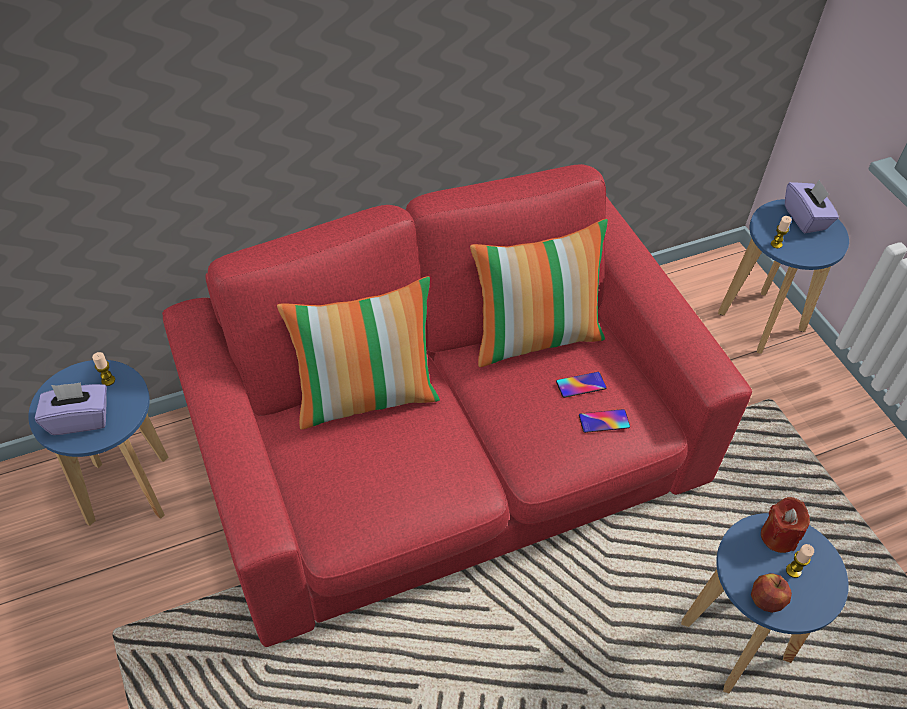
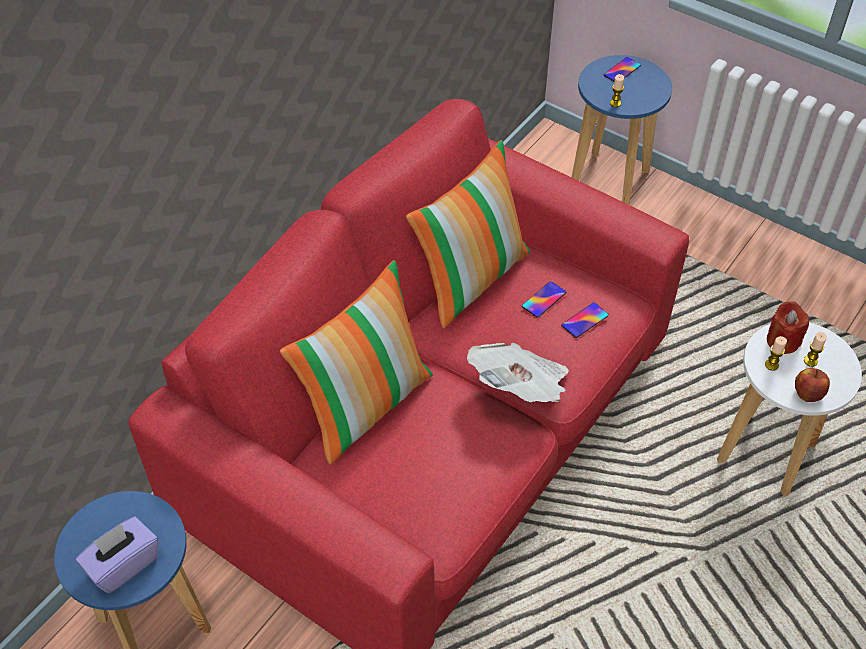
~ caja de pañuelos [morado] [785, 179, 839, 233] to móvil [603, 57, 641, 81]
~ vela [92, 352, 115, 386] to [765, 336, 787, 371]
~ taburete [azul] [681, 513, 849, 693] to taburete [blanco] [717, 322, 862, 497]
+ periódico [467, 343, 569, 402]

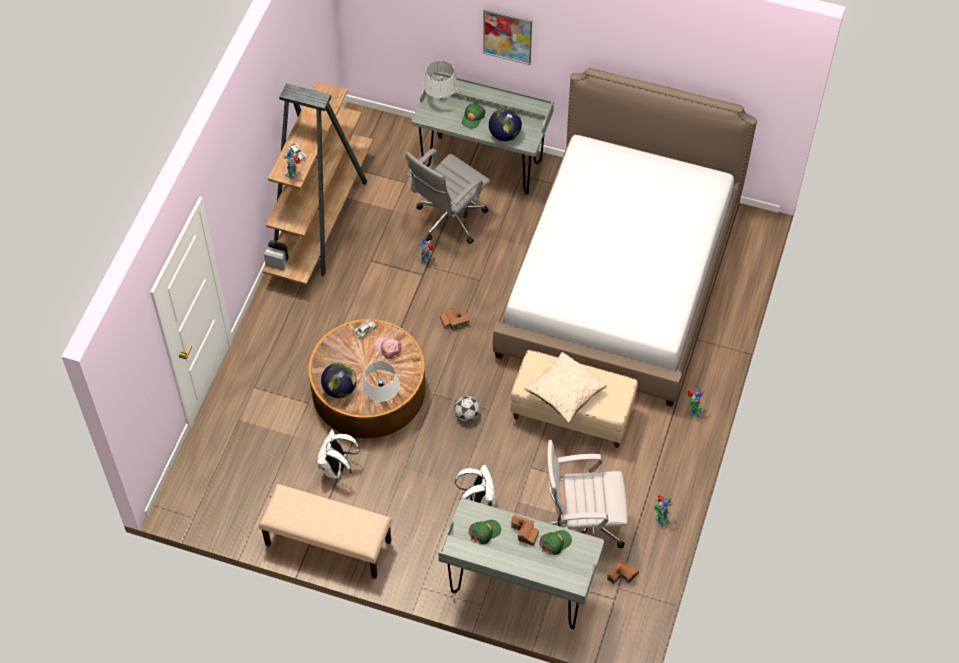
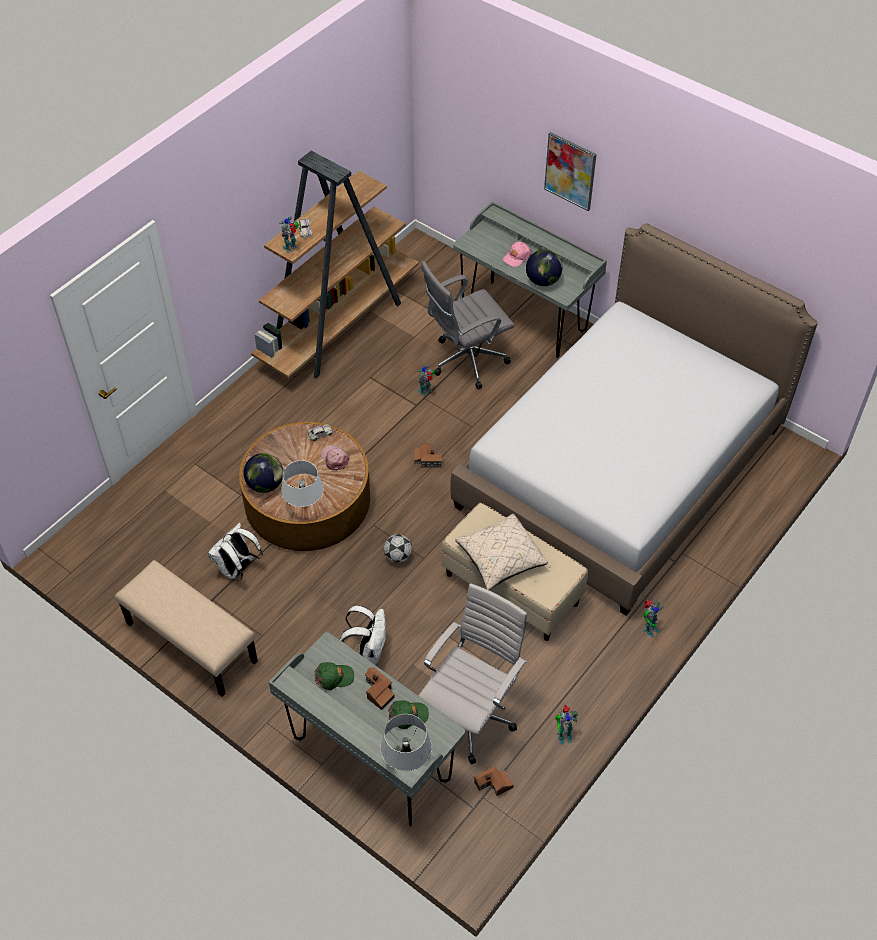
~ lámpara de mesa [gris] [423, 60, 458, 98] to [380, 714, 432, 771]
~ gorra [verde] [462, 104, 486, 129] to gorra [rosa] [503, 241, 532, 267]
~ silla de oficina [blanco] [547, 440, 628, 548] = [419, 583, 527, 765] 105 degrees clockwise

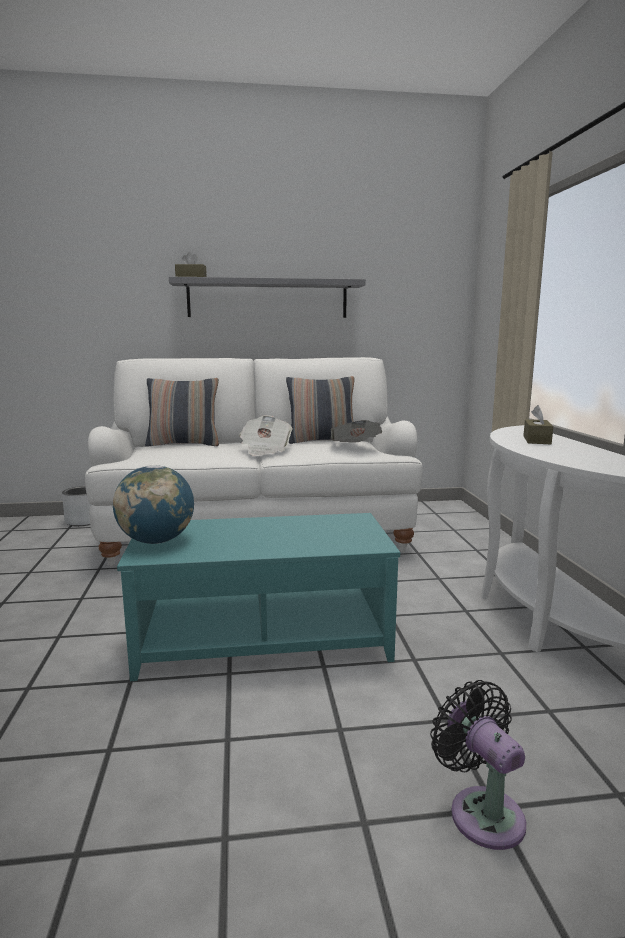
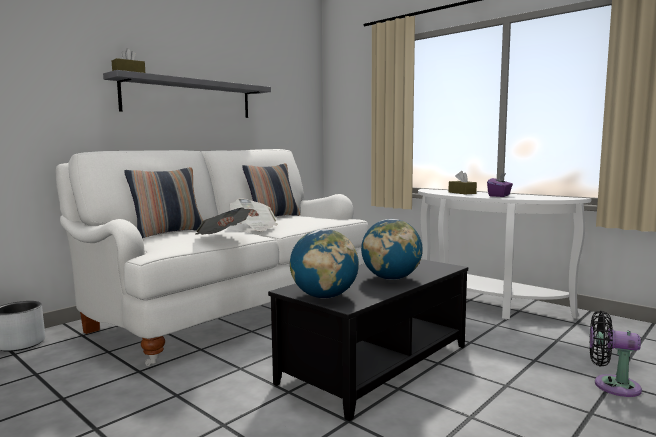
~ periódico [331, 420, 382, 443] to [195, 208, 250, 235]
~ mesa de centro [turquesa] [117, 513, 400, 681] to mesa de centro [negro] [268, 259, 468, 421]
+ caja de pañuelos [morado] [487, 173, 513, 197]
+ globo terráqueo [361, 219, 423, 280]

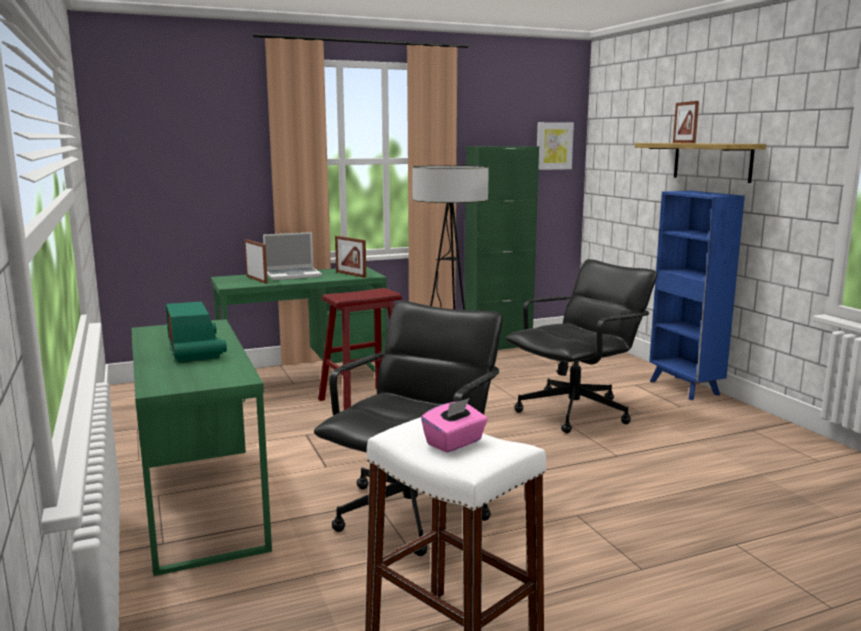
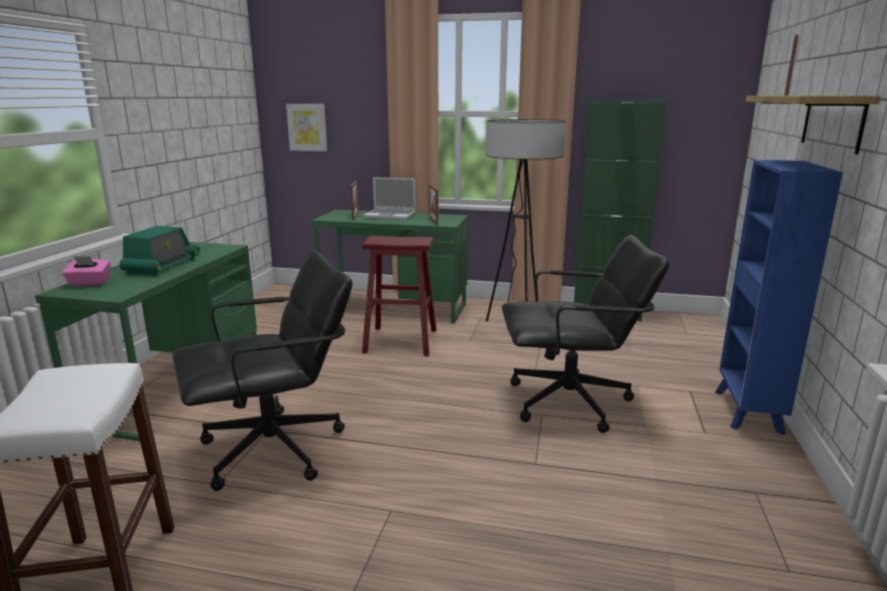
~ cuadro [537, 122, 574, 170] to [286, 104, 327, 151]
~ caja de pañuelos [rosa] [421, 398, 488, 453] to [62, 256, 111, 286]

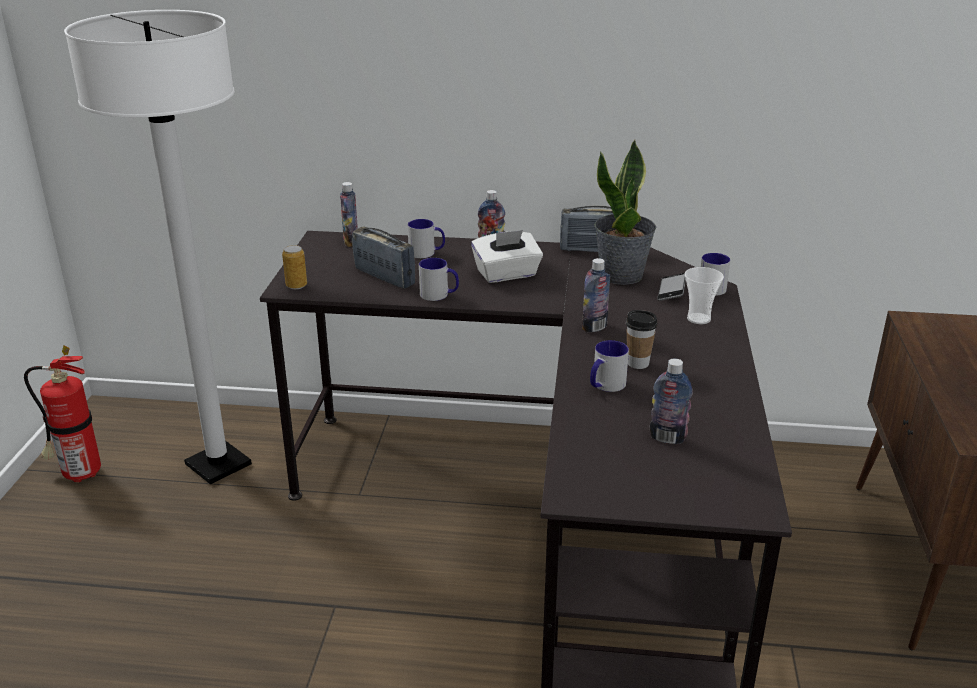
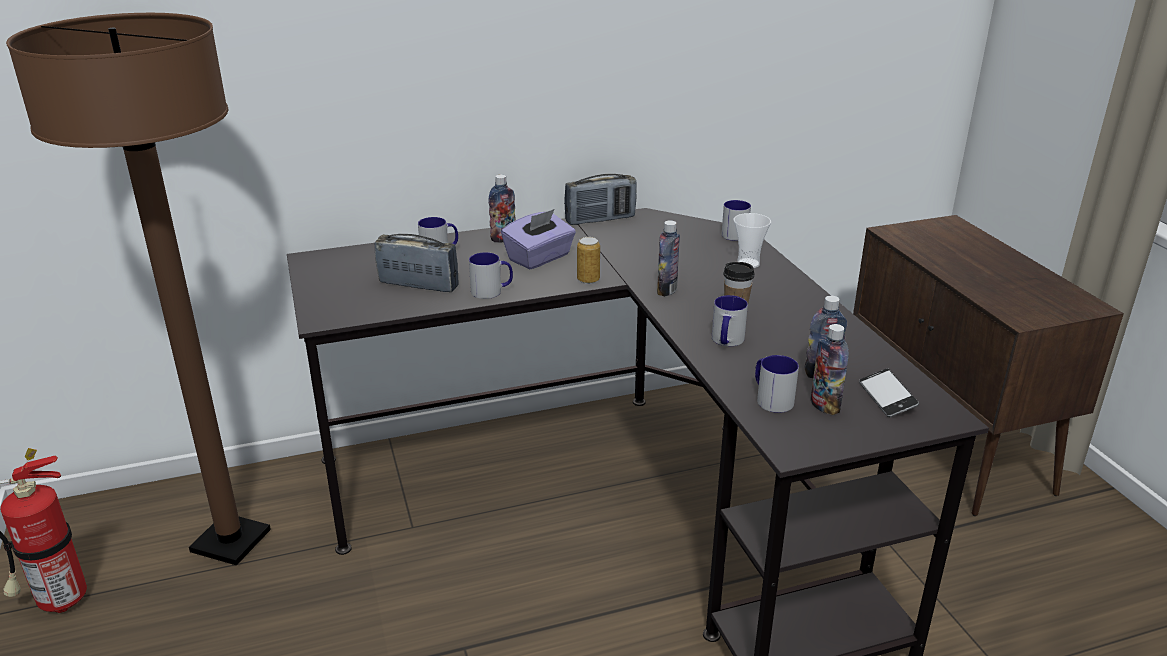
~ lámpara de pie [blanco] [64, 10, 252, 484] to lámpara de pie [marrón] [6, 13, 271, 565]
- planta en maceta [595, 140, 656, 285]
~ botella [340, 182, 358, 247] to [810, 324, 849, 415]
~ caja de pañuelos [blanco] [471, 230, 543, 283] to caja de pañuelos [morado] [501, 209, 576, 269]
~ lata [282, 245, 307, 289] to [577, 237, 600, 284]
~ móvil [657, 273, 686, 301] to [859, 369, 919, 417]
+ taza grande [755, 355, 799, 413]

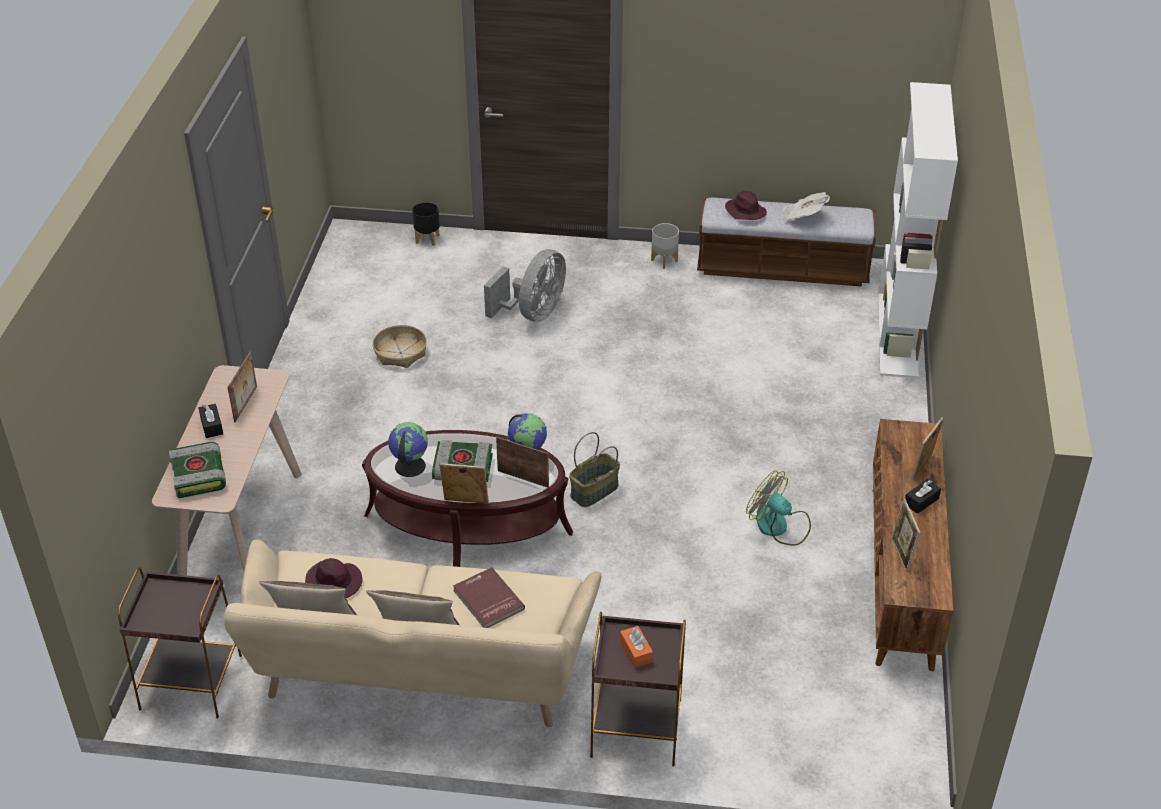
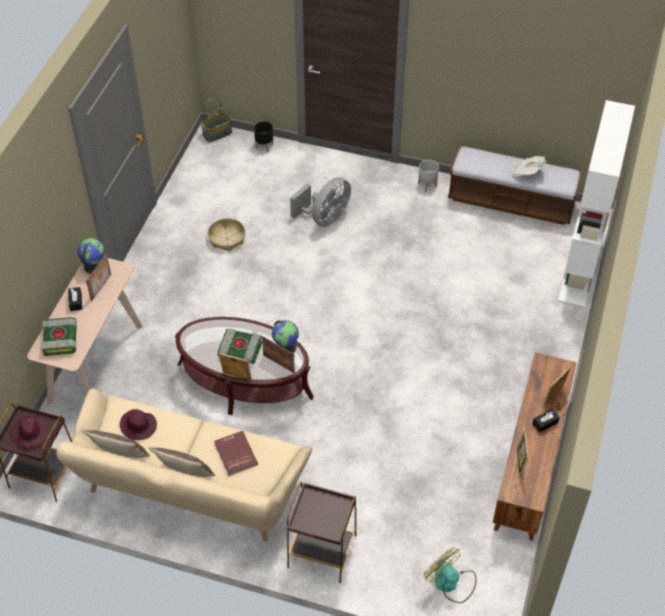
~ sombrero [morado] [725, 191, 767, 220] to [11, 415, 48, 447]
~ globo terráqueo [388, 422, 428, 477] to [78, 238, 104, 274]
~ cesta [569, 432, 620, 507] to [201, 98, 232, 142]
~ ventilador [746, 470, 811, 546] to [424, 547, 476, 603]
- caja de pañuelos [naranja] [620, 626, 653, 668]

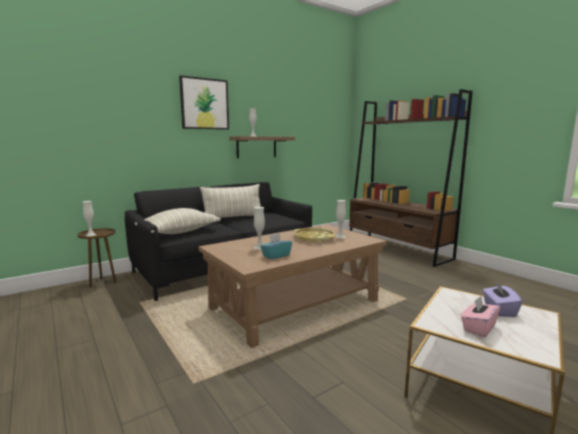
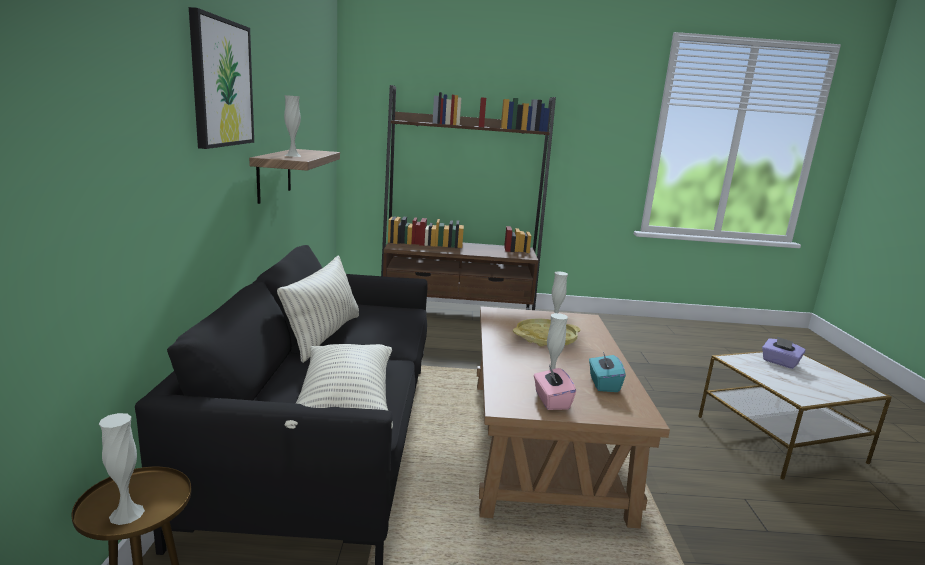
~ caja de pañuelos [rosa] [461, 296, 500, 337] to [534, 365, 576, 410]

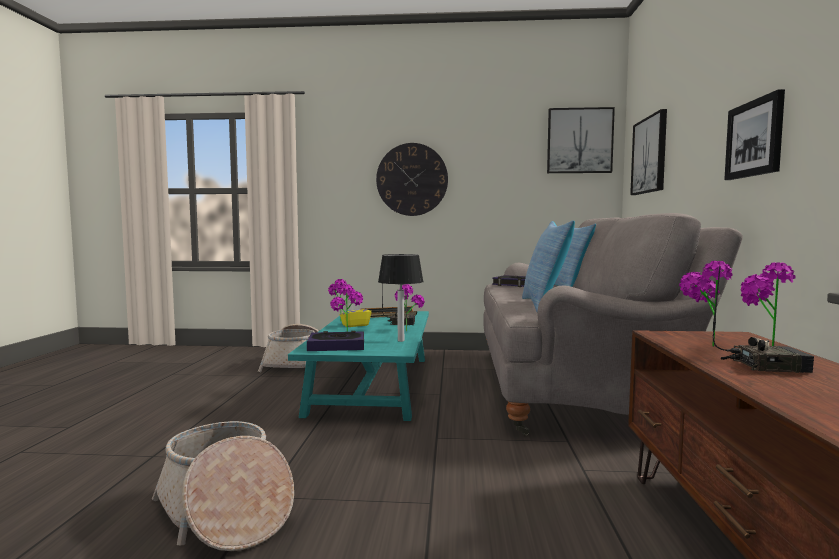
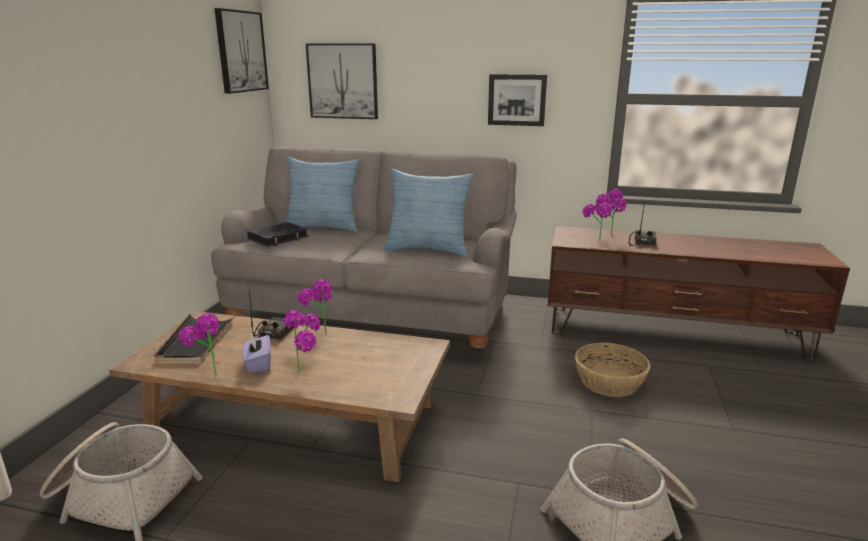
- reloj de pared [376, 143, 448, 216]
- lámpara de mesa [378, 254, 424, 342]
~ caja de pañuelos [amarillo] [340, 303, 371, 327] to caja de pañuelos [morado] [242, 333, 271, 374]
~ mesa de centro [turquesa] [288, 310, 429, 421] to mesa de centro [marrón] [109, 311, 450, 482]
- libro [307, 331, 364, 351]
+ cesta [575, 343, 651, 397]

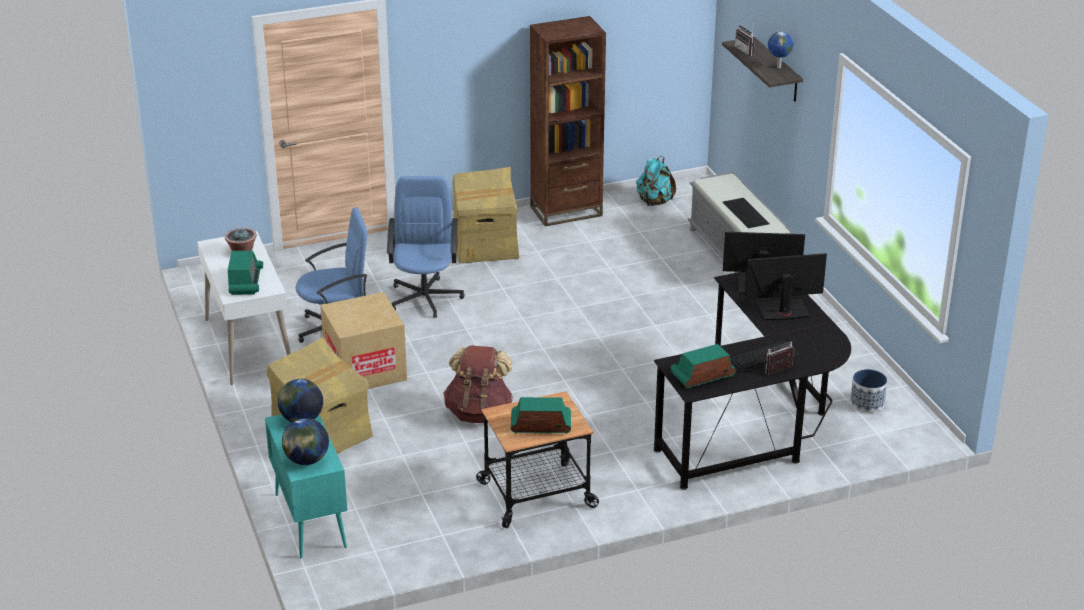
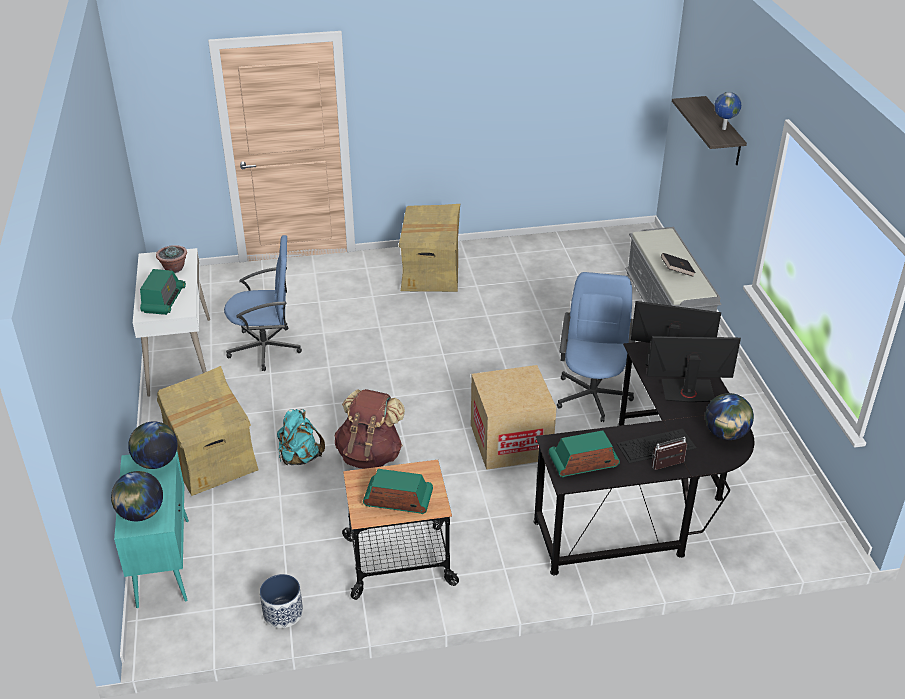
- estantería [marrón] [530, 16, 606, 226]
- radio [735, 25, 755, 56]
~ mochila [turquesa] [636, 156, 676, 206] to [277, 409, 325, 466]
~ silla de oficina [azul] [387, 176, 464, 318] to [557, 272, 635, 422]
~ teclado [723, 198, 770, 228] to libro [negro] [661, 253, 696, 276]
~ caja de cartón [320, 292, 407, 389] to [471, 365, 557, 470]
~ maceta [850, 369, 887, 413] to [260, 574, 303, 628]
+ globo terráqueo [705, 393, 754, 440]

